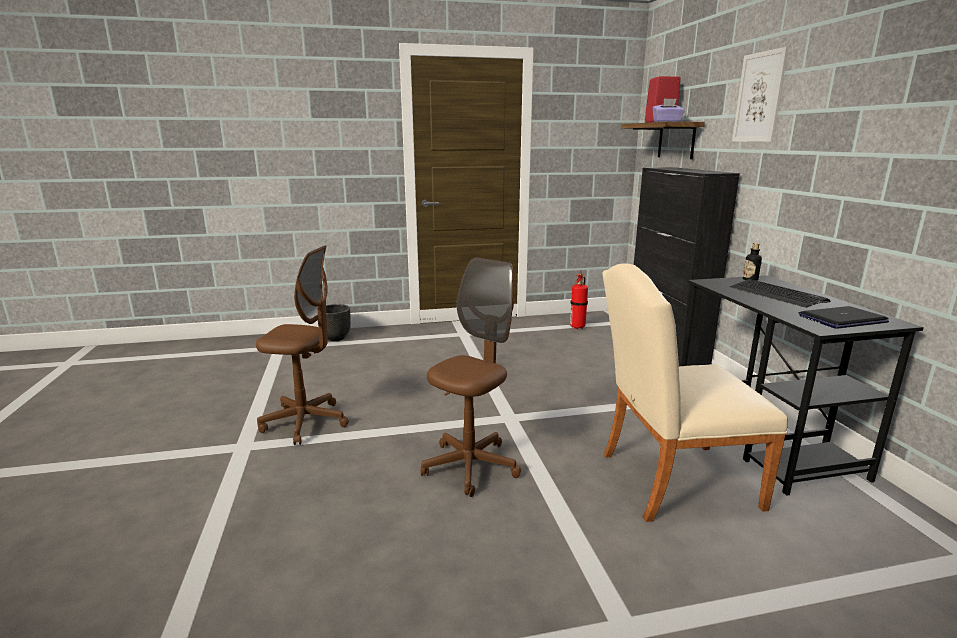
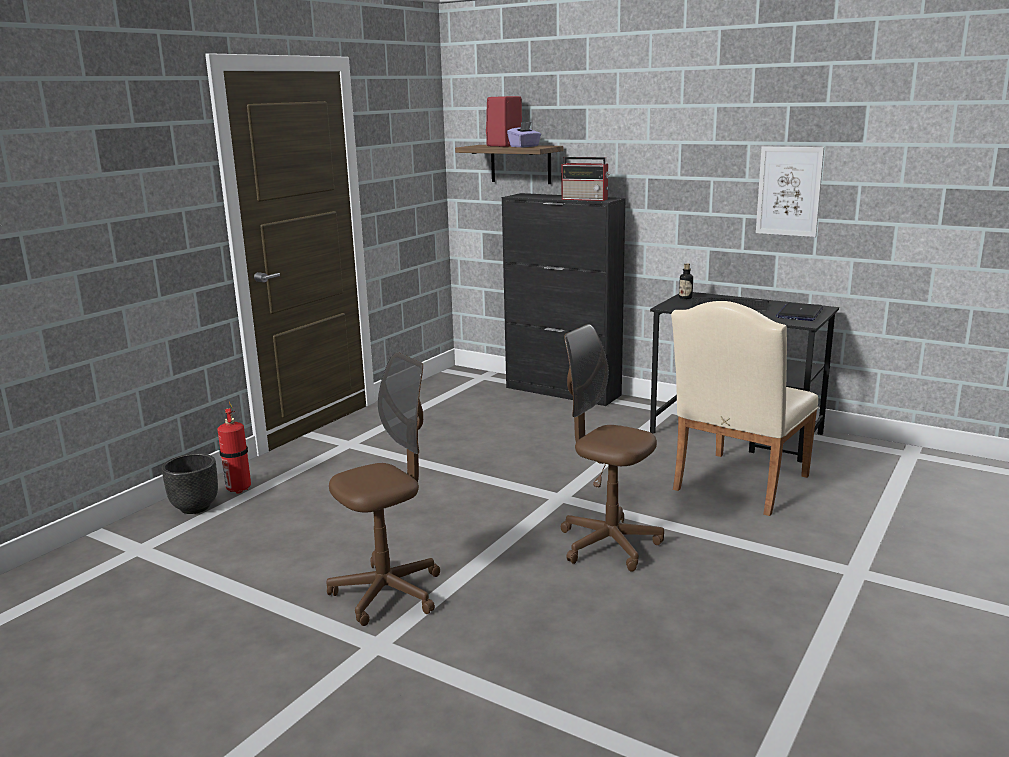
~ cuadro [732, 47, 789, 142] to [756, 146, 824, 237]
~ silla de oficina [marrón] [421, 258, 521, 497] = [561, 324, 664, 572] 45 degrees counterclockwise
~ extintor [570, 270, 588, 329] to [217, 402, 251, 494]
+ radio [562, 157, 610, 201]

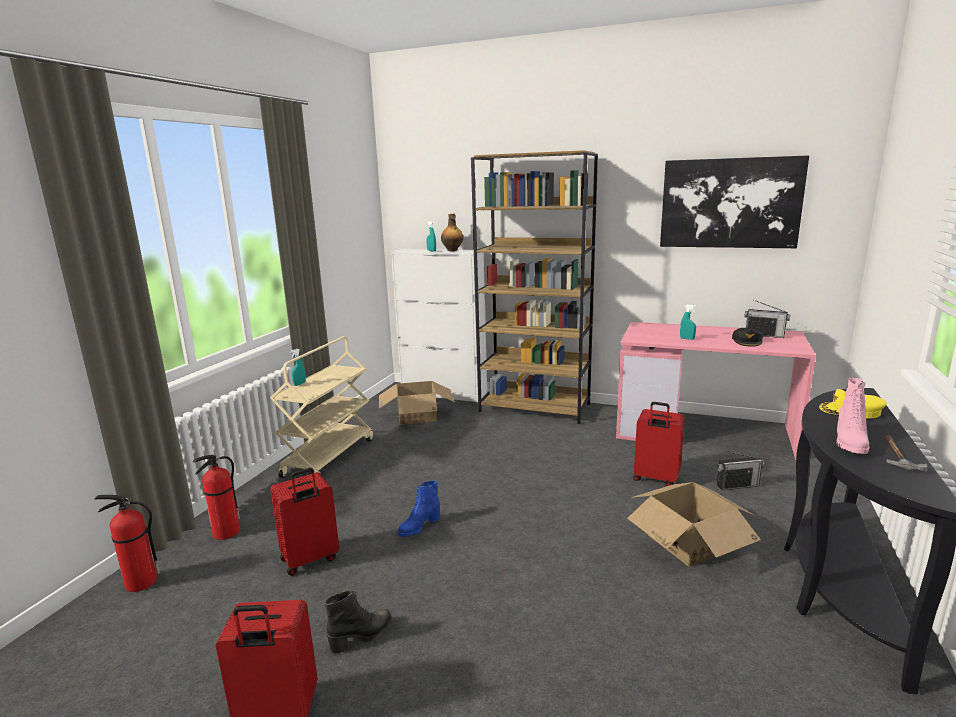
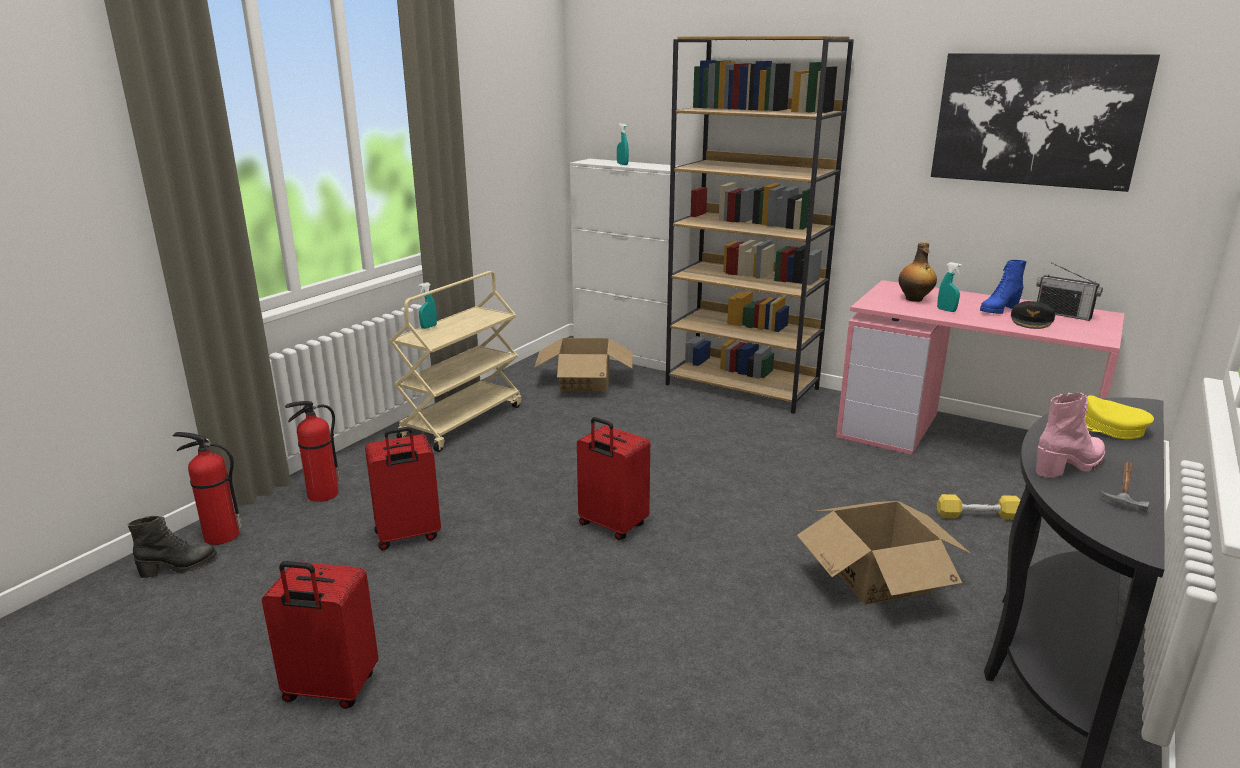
~ botella [441, 214, 463, 251] to [899, 242, 937, 302]
~ bota [rosa] [836, 378, 869, 454] = [1036, 393, 1105, 478] 150 degrees counterclockwise
~ maleta [rojo] [633, 402, 685, 486] to [577, 417, 650, 540]
~ radio [717, 451, 765, 490] to mancuerna [amarillo] [937, 494, 1020, 520]
~ bota [azul] [398, 481, 440, 537] to [980, 260, 1027, 314]
~ bota [negro] [324, 590, 392, 654] to [128, 516, 217, 578]

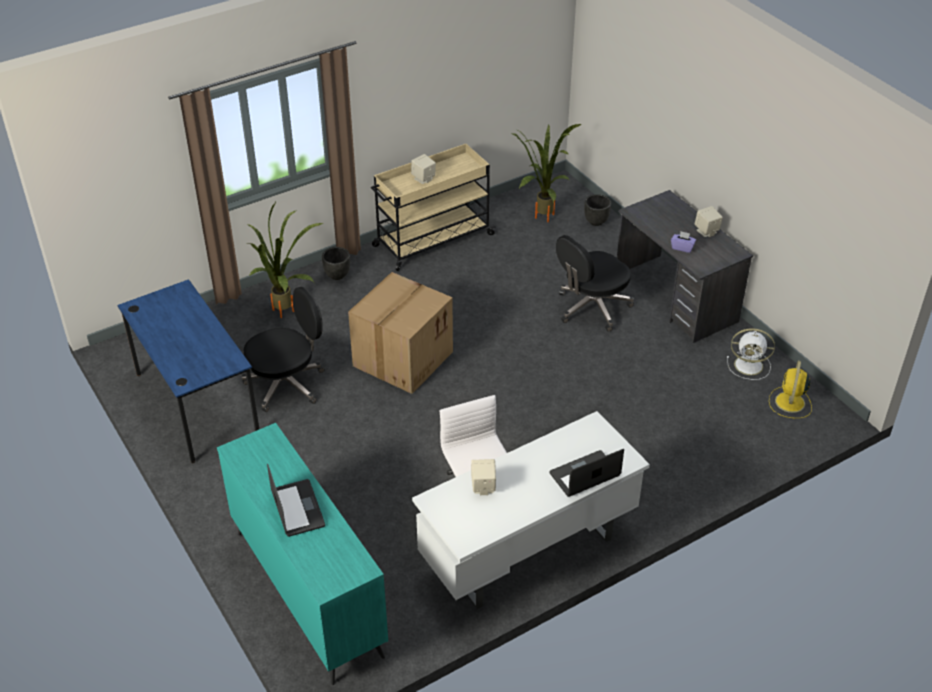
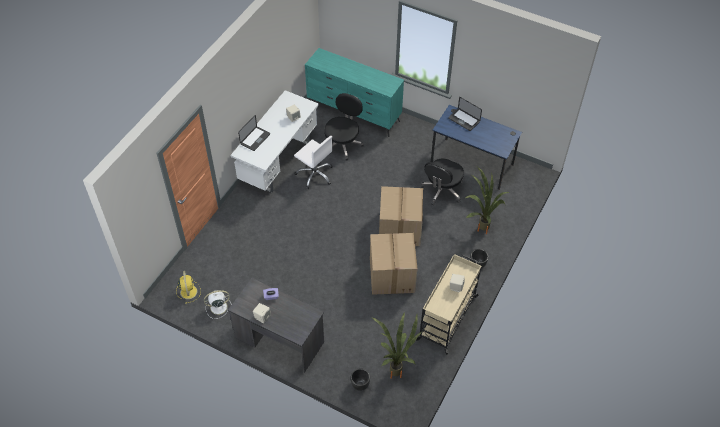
~ silla de oficina [negro] [556, 235, 634, 332] to [324, 93, 364, 160]
~ portátil [267, 463, 325, 537] to [448, 97, 482, 131]
+ caja de cartón [370, 233, 417, 295]

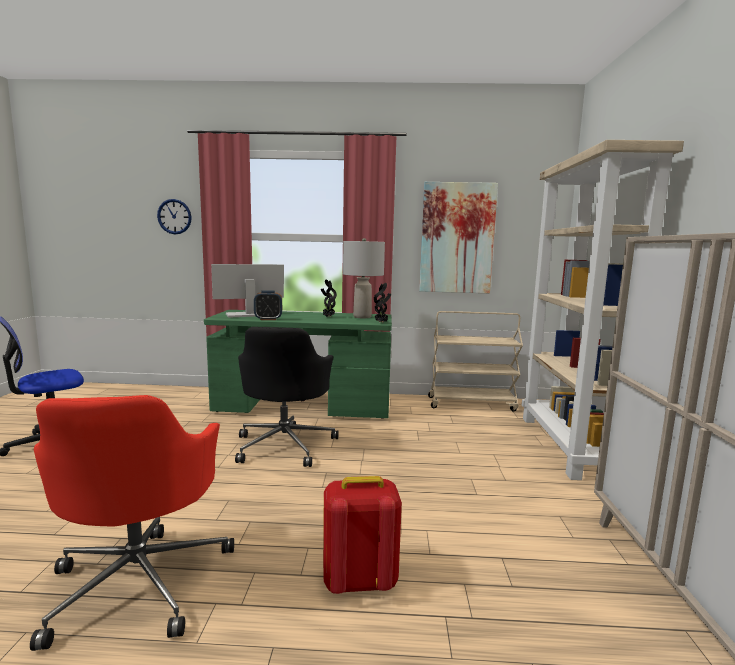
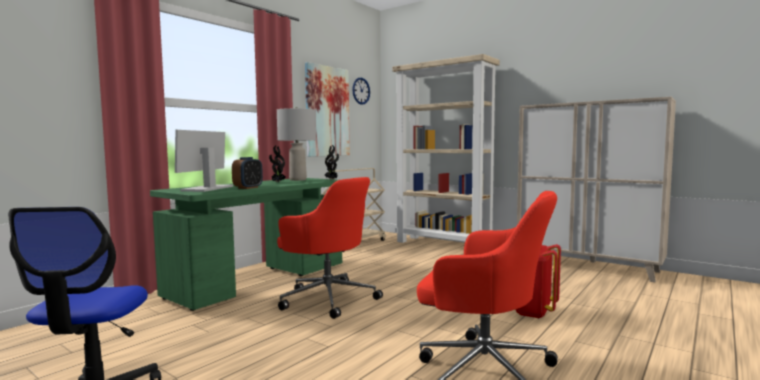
~ reloj de pared [157, 199, 192, 234] to [352, 78, 370, 105]
~ silla de oficina [negro] [235, 327, 339, 467] to silla de oficina [rojo] [277, 177, 383, 319]

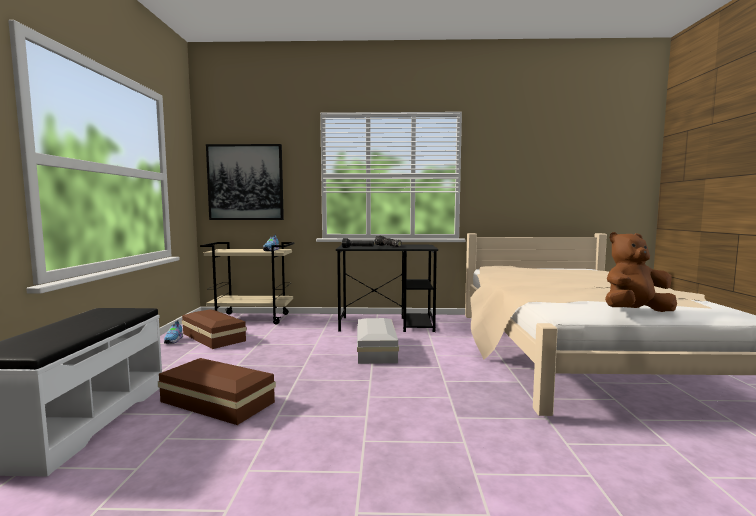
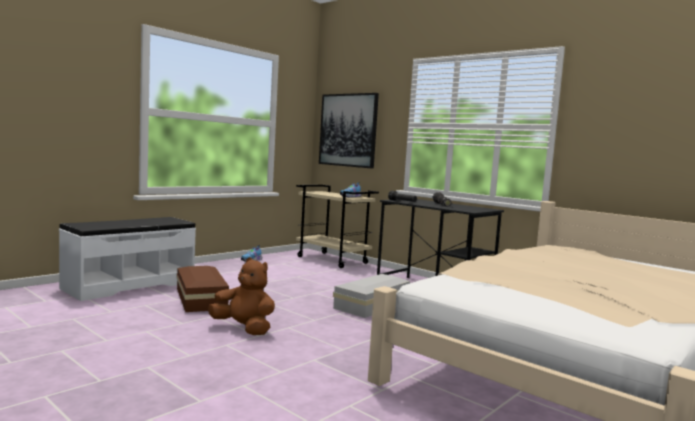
~ peluche [marrón] [605, 232, 677, 312] to [208, 257, 275, 335]
- caja de almacenaje [marrón] [182, 309, 247, 349]

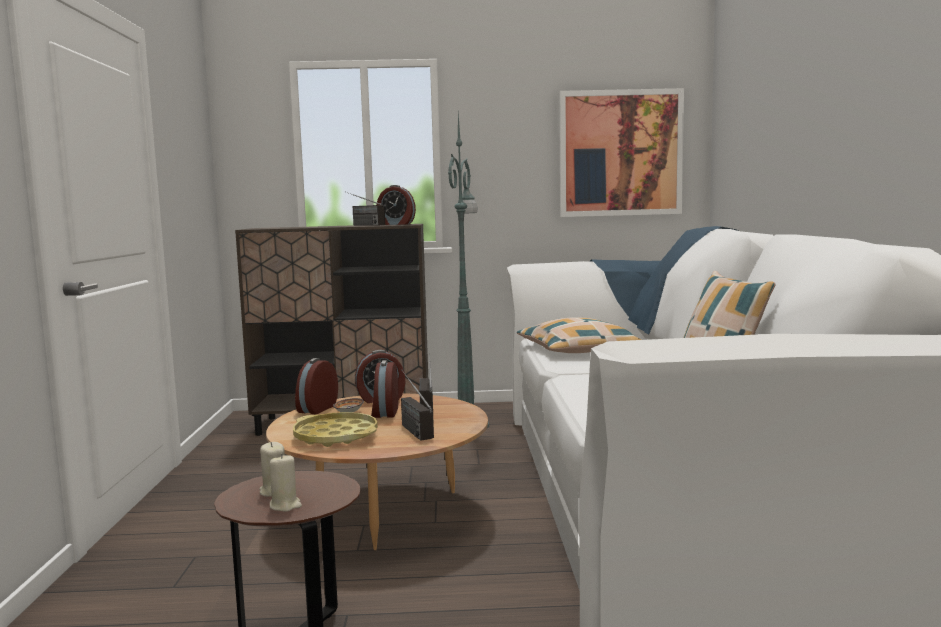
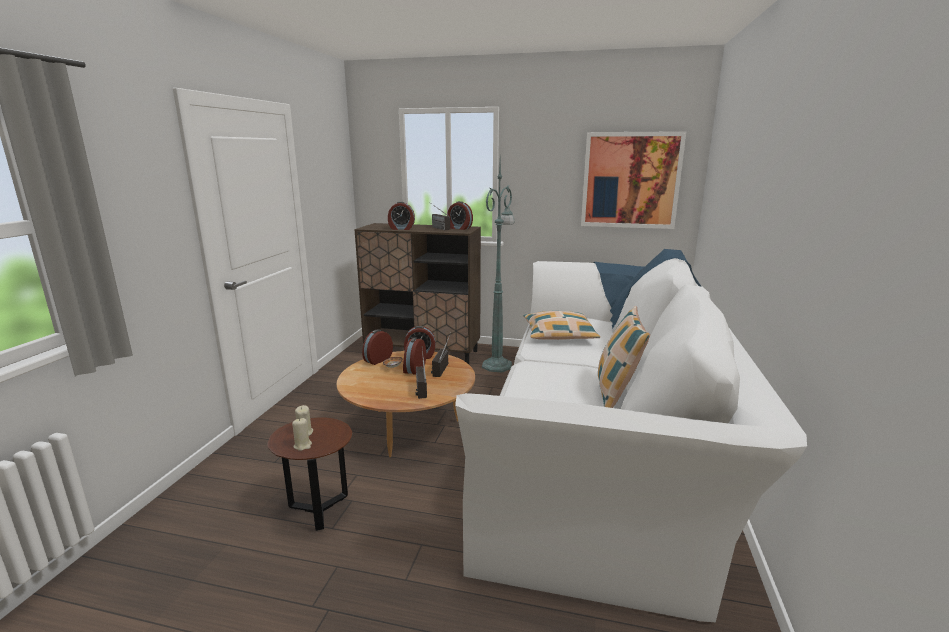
- bandeja [amarillo] [293, 412, 378, 447]
+ despertador [388, 202, 415, 230]

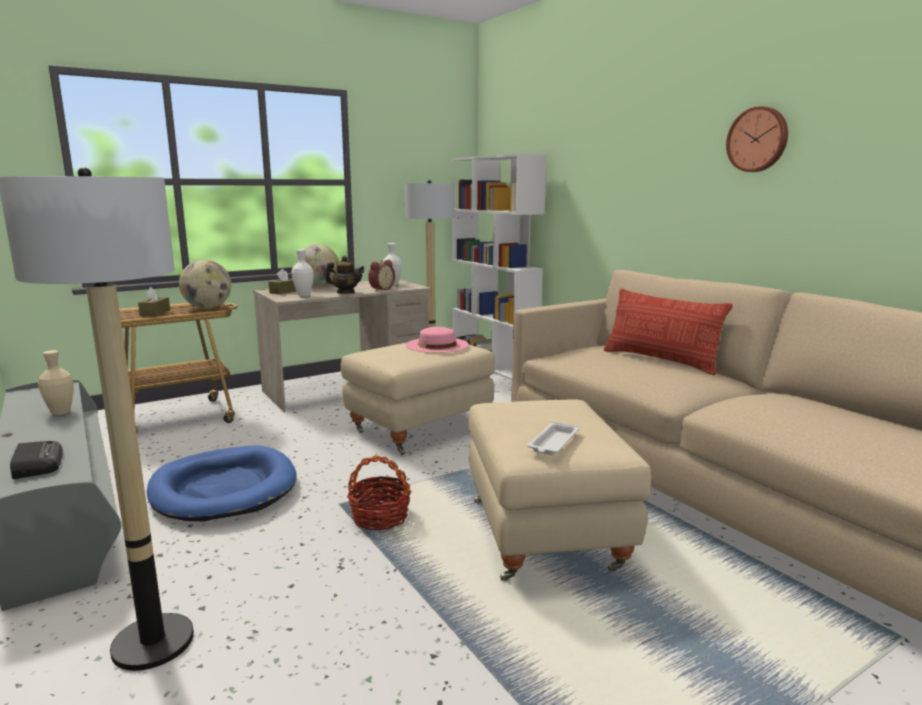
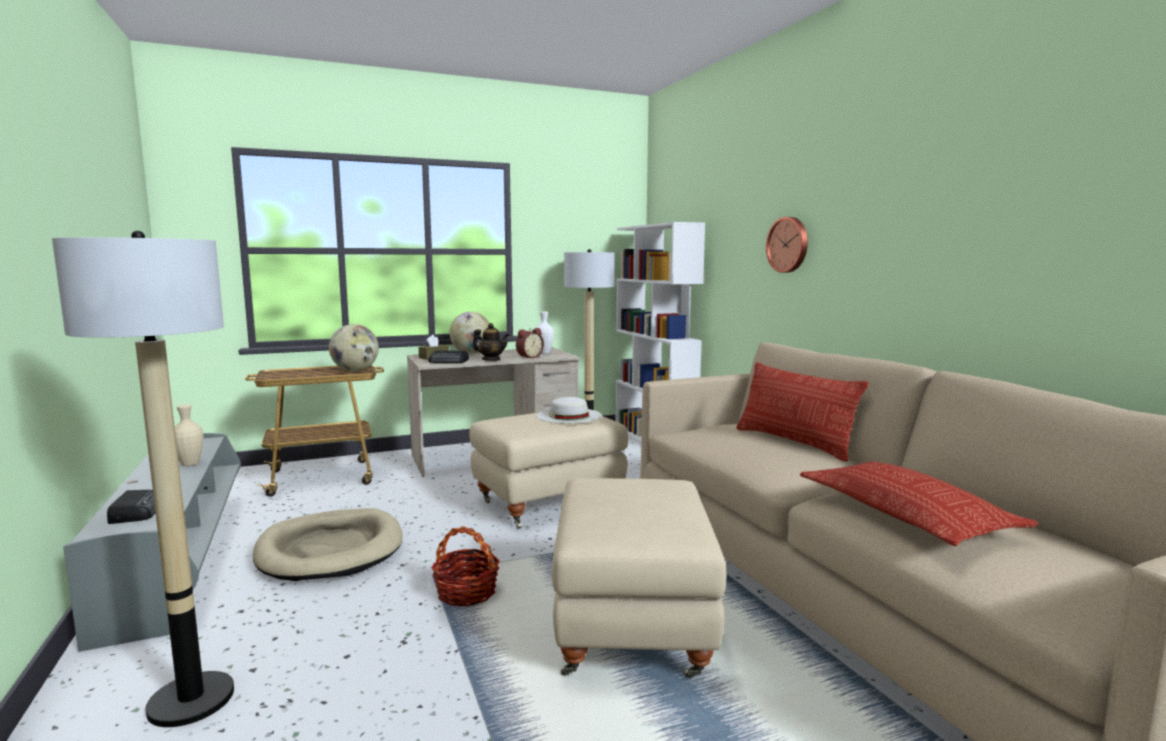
~ reloj de pared [726, 106, 788, 172] to [766, 217, 808, 273]
~ florero [blanco] [292, 249, 314, 296] to radio [428, 350, 469, 363]
- caja de pañuelos [marrón] [138, 287, 170, 316]
~ sombrero [rosa] [406, 327, 469, 353] to sombrero [blanco] [536, 397, 602, 424]
- bandeja [blanco] [527, 421, 580, 455]
~ cama para perro [azul] [146, 445, 297, 522] to cama para perro [beis] [253, 508, 403, 581]
+ cojín [800, 461, 1038, 546]

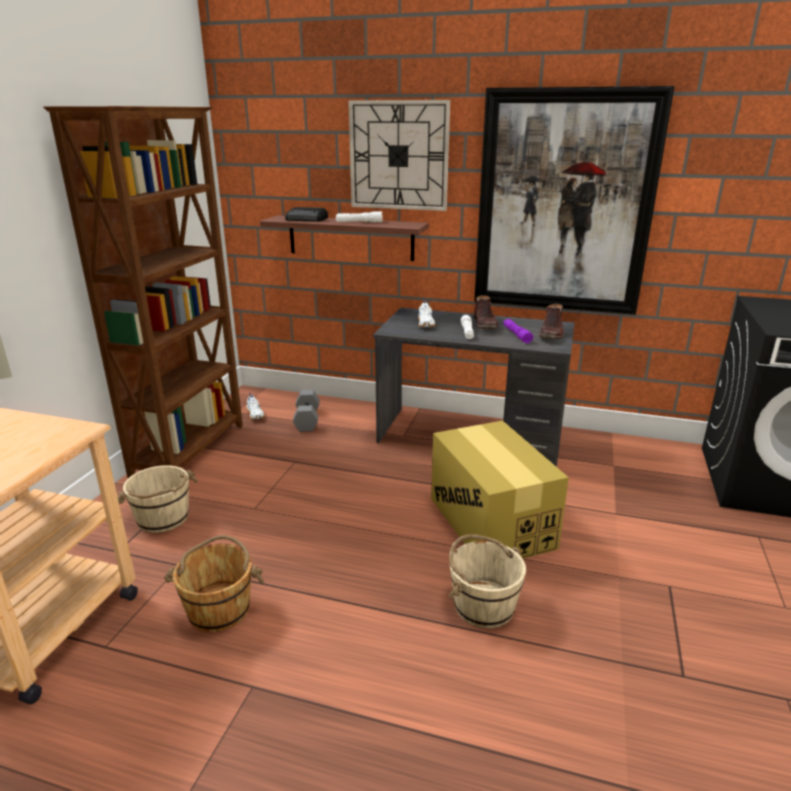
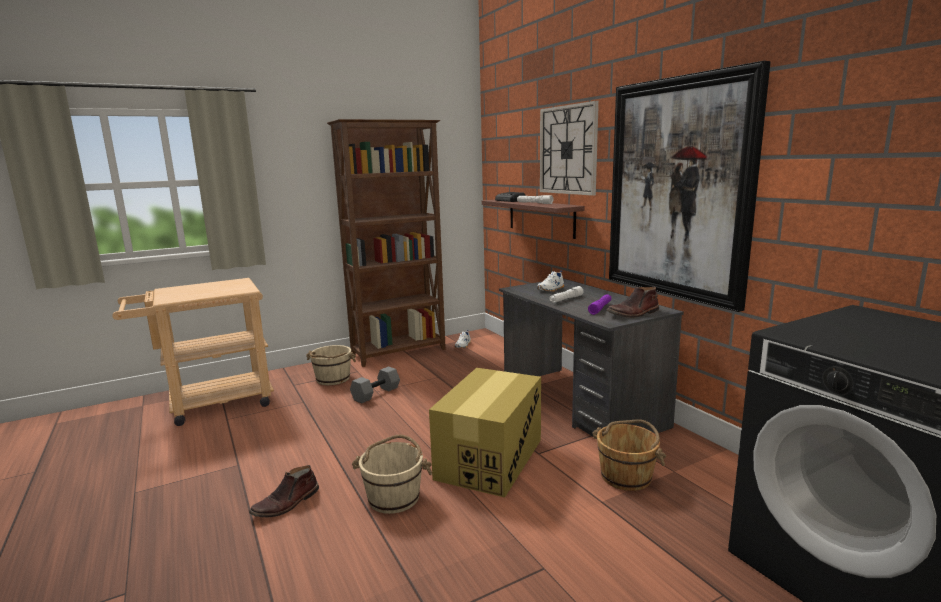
~ bota [marrón] [474, 295, 498, 329] to [249, 465, 319, 517]
~ mancuerna [gris] [293, 390, 320, 432] to [350, 366, 400, 403]
~ cubo [marrón] [164, 535, 265, 632] to [592, 419, 666, 491]

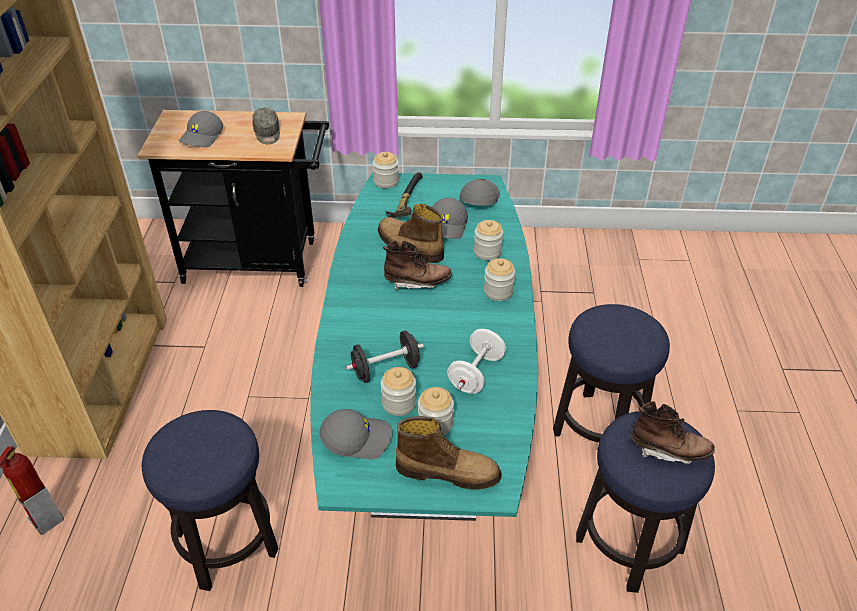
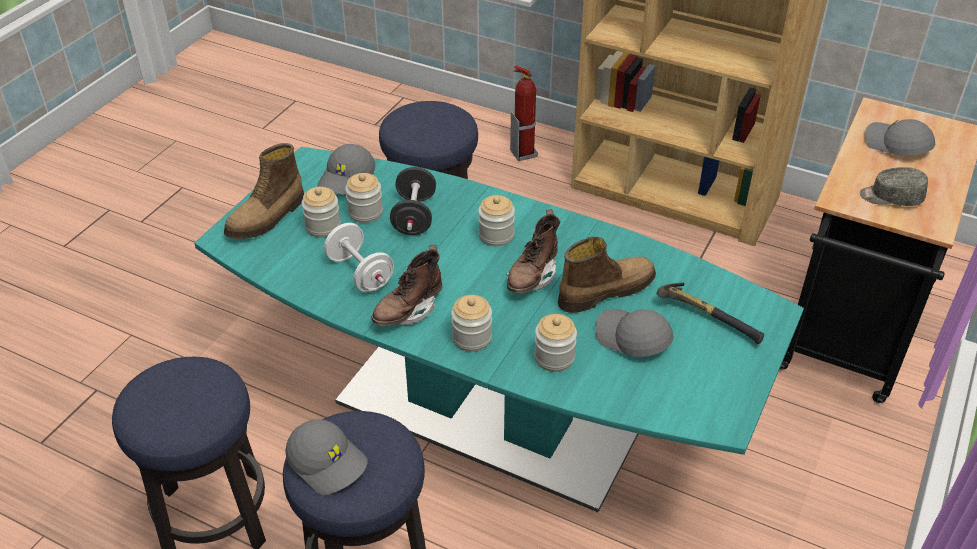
~ tarro [373, 152, 399, 189] to [478, 195, 515, 247]
~ gorra [gris] [459, 179, 500, 206] to [285, 419, 368, 495]
~ bota [marrón] [631, 401, 715, 465] to [371, 245, 442, 326]

